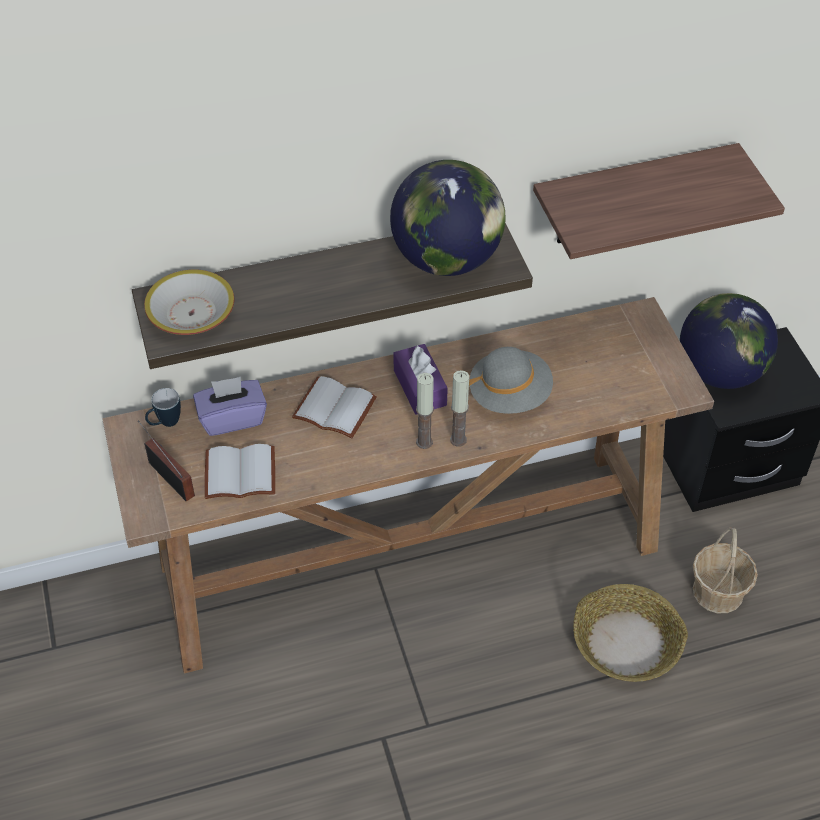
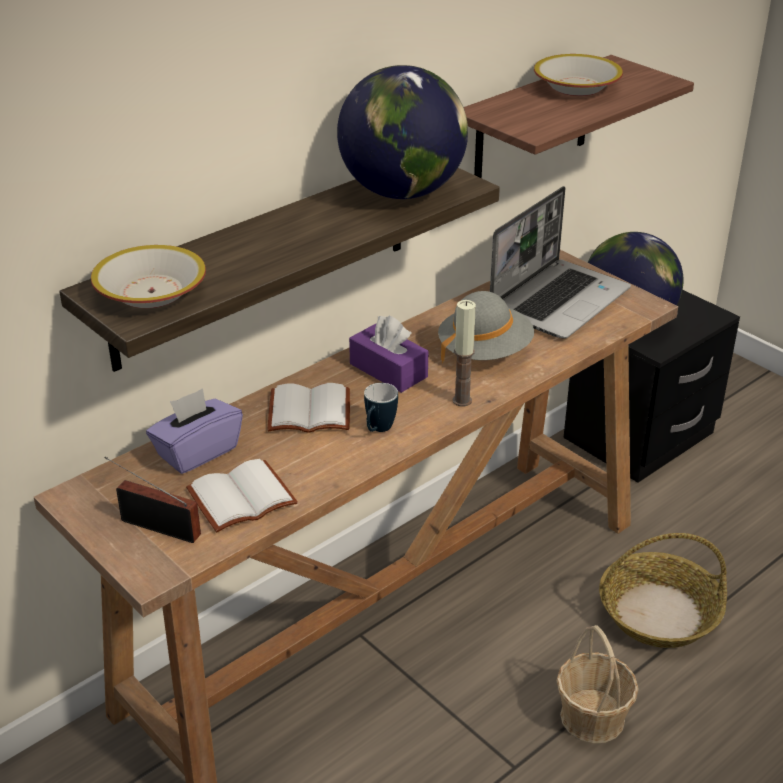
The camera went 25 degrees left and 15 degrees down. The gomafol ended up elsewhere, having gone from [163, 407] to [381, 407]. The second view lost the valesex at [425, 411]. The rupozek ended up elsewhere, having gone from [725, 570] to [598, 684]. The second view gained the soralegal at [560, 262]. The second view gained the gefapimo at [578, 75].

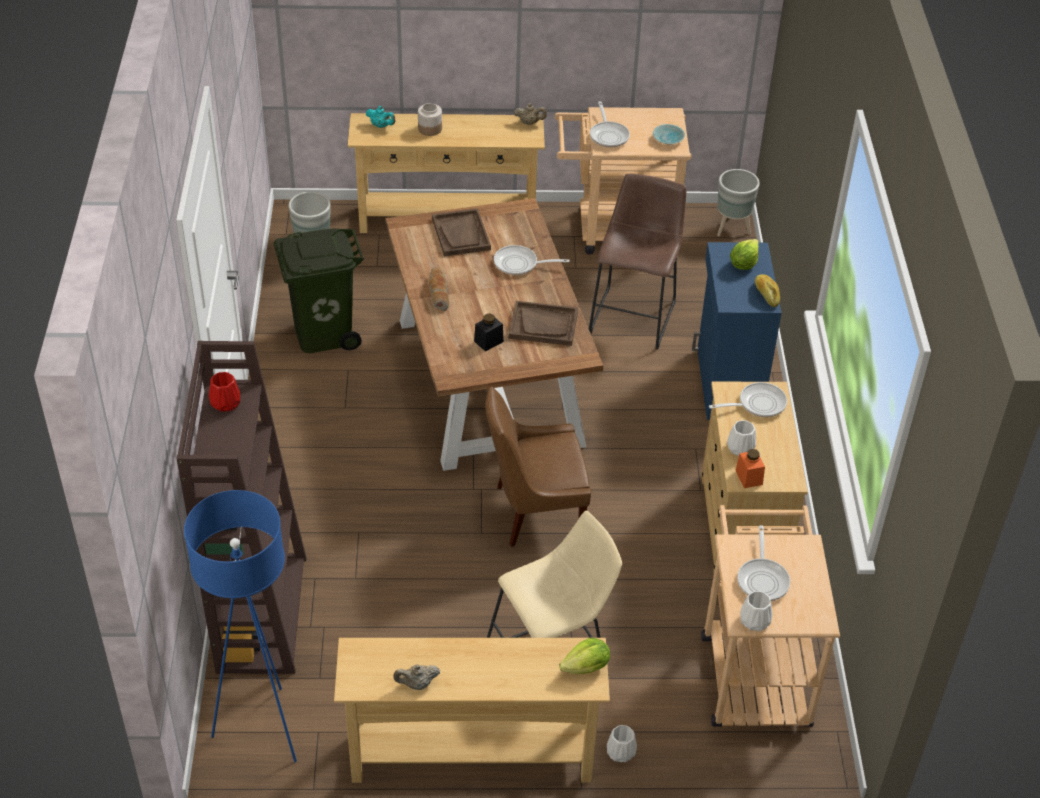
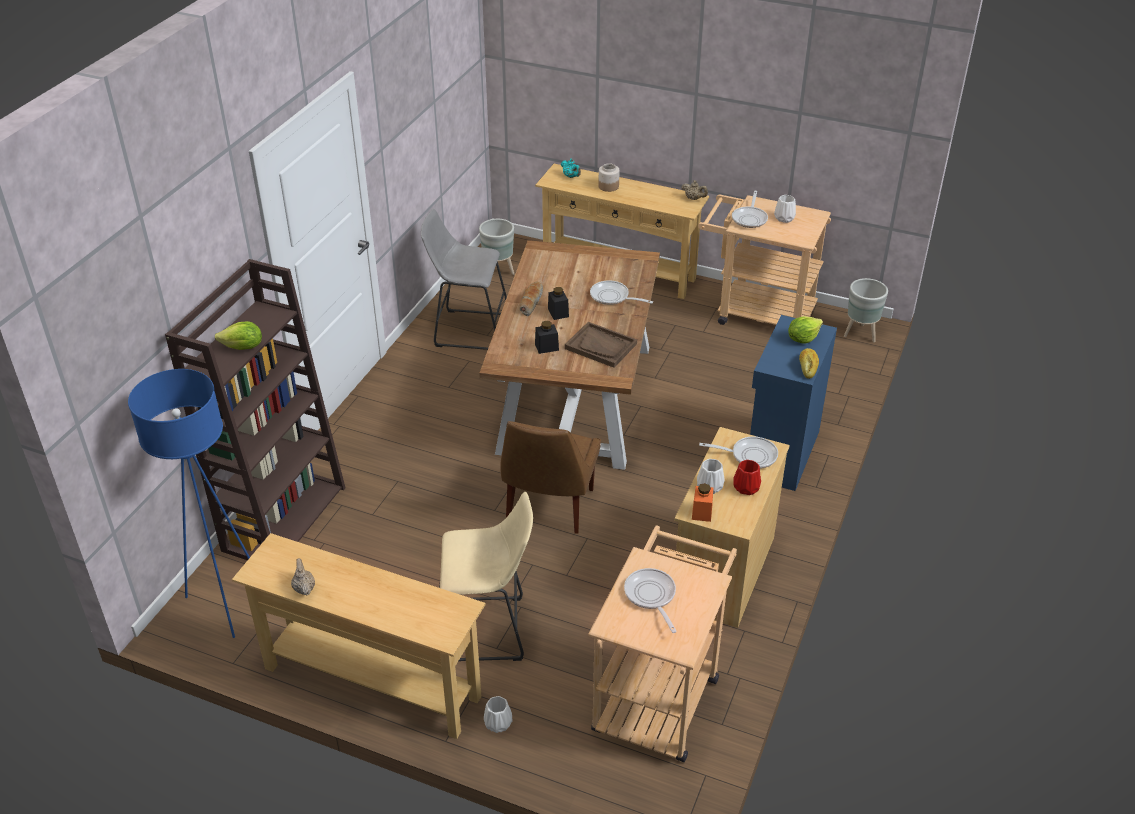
The camera went 25 degrees right and 5 degrees down. The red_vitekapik ended up elsewhere, having gone from [224, 392] to [747, 477]. Where the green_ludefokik stood at [319, 290], the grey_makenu came to stand at [464, 279]. The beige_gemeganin at [416, 677] ended up facing another way, 60 degrees clockwise from before. The second view lost the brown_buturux at [461, 232]. The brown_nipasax at [538, 467] ended up facing another way, 90 degrees counterclockwise from before. The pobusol ended up elsewhere, having gone from [584, 656] to [238, 335]. The second view lost the brown_makenu at [637, 261]. The second view lost the turquoise_gefapimo at [669, 134]. The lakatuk at [763, 563] ended up facing another way, 135 degrees clockwise from before. The white_vitekapik ended up elsewhere, having gone from [756, 611] to [785, 209]. The second view gained the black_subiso at [558, 303].

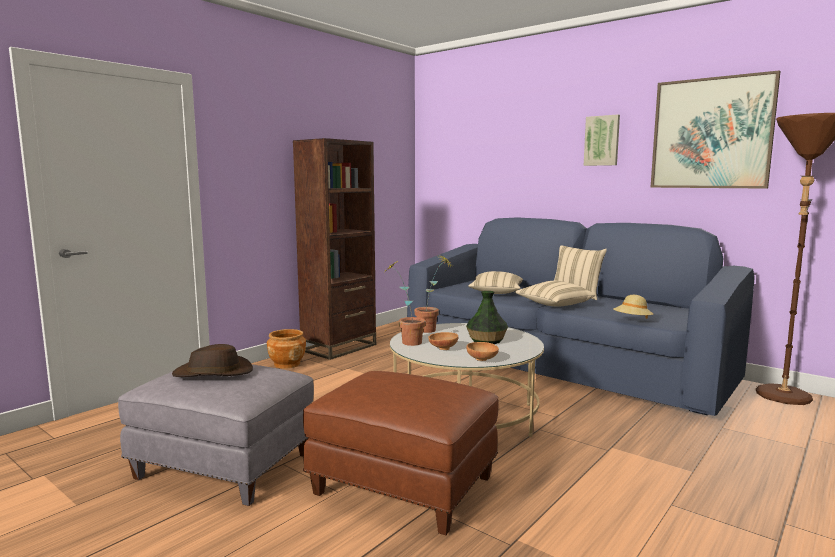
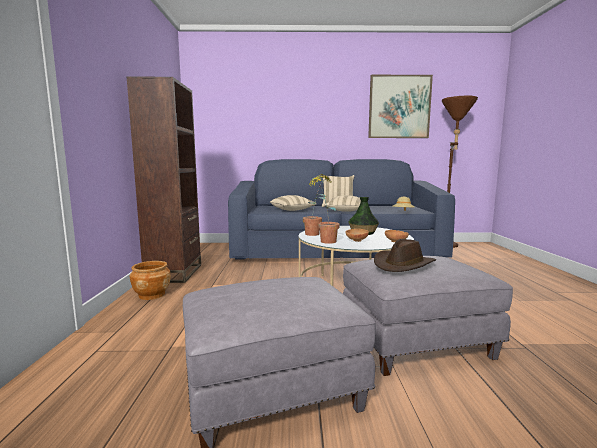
The camera went 40 degrees left and 0 degrees up. The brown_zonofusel ended up elsewhere, having gone from [212, 360] to [405, 255]. What was the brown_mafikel at [401, 453] turned into the grey_mafikel at [428, 316]. The second view lost the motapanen at [602, 140].

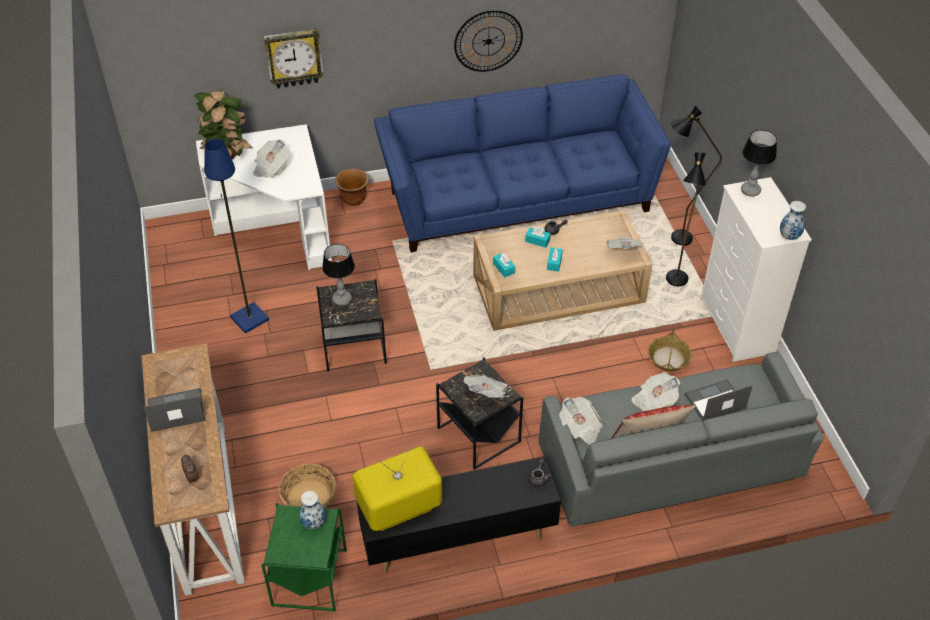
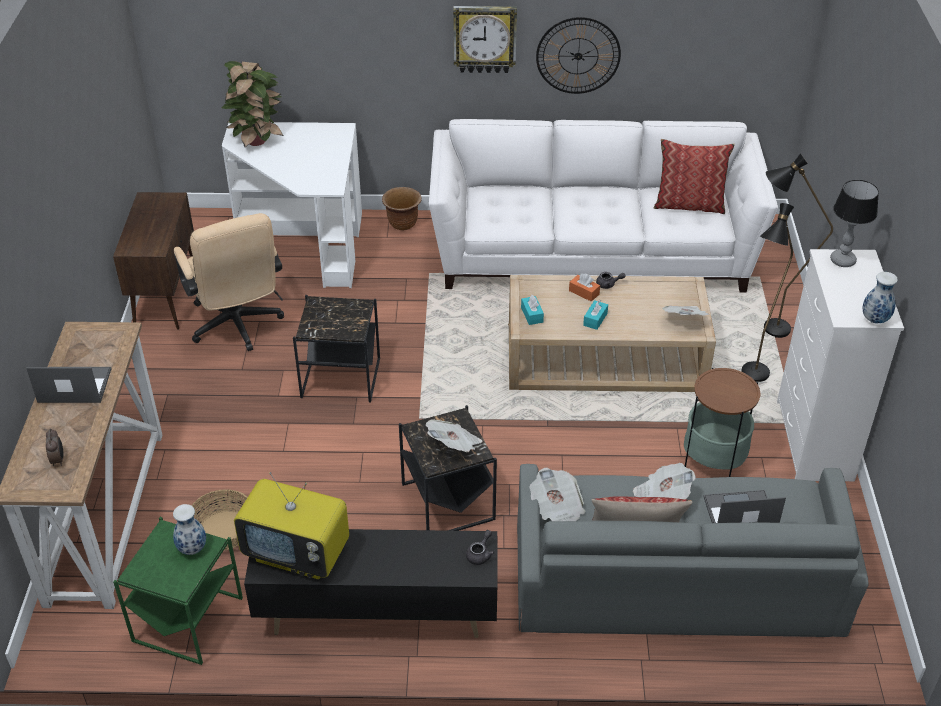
The camera went 15 degrees right and 5 degrees down. Where the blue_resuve stood at [236, 236], the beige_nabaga came to stand at [229, 282]. The second view lost the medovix at [271, 158]. The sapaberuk ended up elsewhere, having gone from [294, 58] to [485, 39]. The second view lost the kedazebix at [338, 275]. The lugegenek at [397, 488] ended up facing another way, 150 degrees counterclockwise from before. What was the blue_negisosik at [522, 163] turned into the white_negisosik at [603, 206]. What was the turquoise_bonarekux at [538, 237] turned into the orange_bonarekux at [584, 287]. Where the rupozek stood at [670, 349], the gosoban came to stand at [722, 422]. The second view gained the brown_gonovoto at [153, 261]. The second view gained the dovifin at [694, 176].

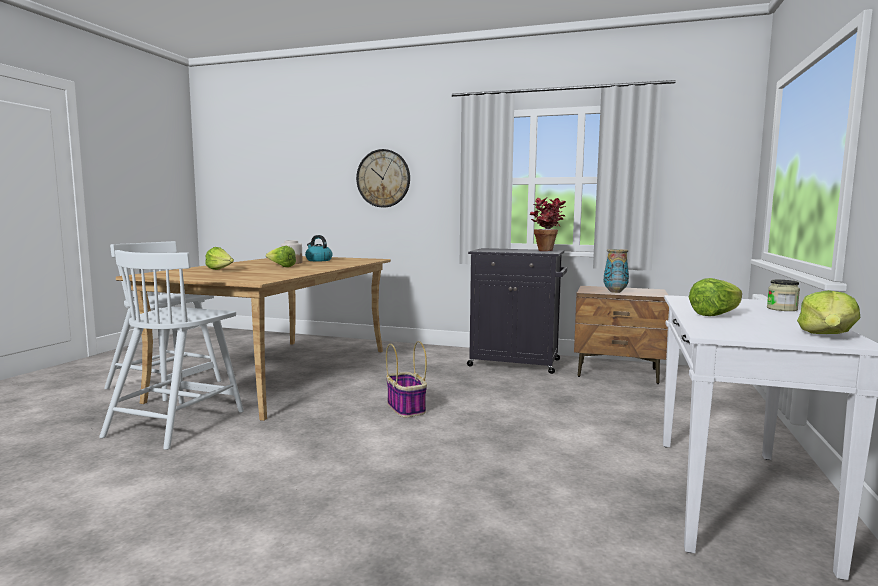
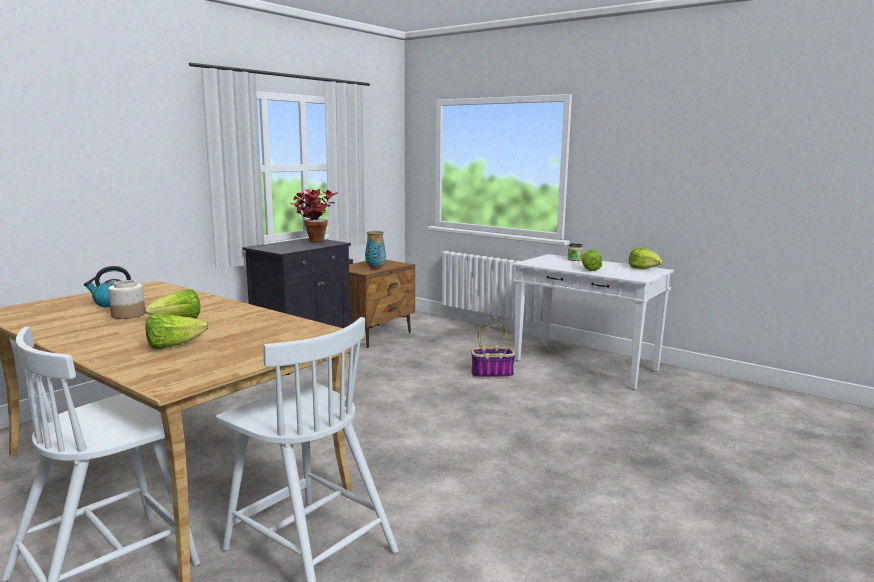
The camera went 70 degrees left and 5 degrees up. The second view lost the sapaberuk at [383, 178]. The rupozek ended up elsewhere, having gone from [406, 379] to [493, 348].

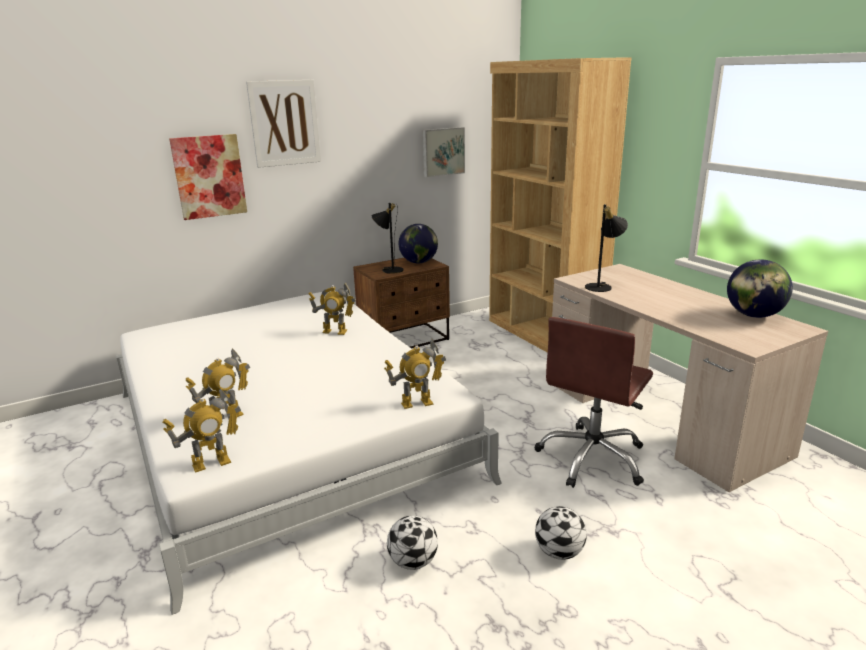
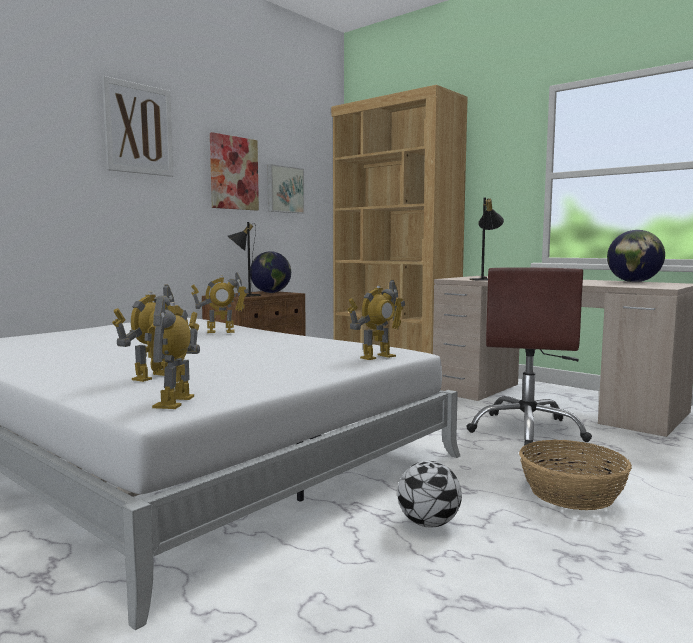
The camera went 20 degrees left and 15 degrees down. The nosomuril at [202, 431] ended up facing another way, 150 degrees clockwise from before. The motapanen ended up elsewhere, having gone from [208, 177] to [234, 171]. Where the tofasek stood at [561, 533], the rupozek came to stand at [575, 475].

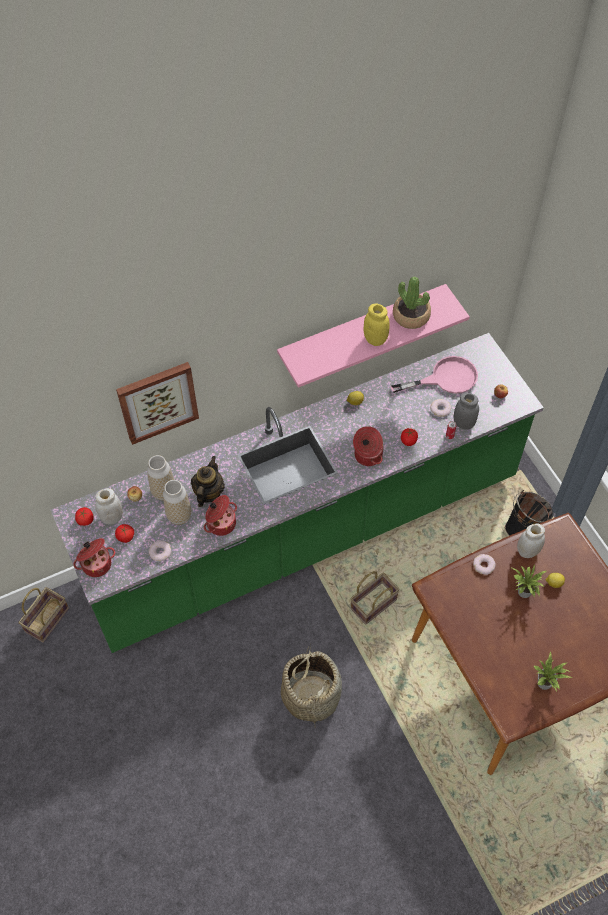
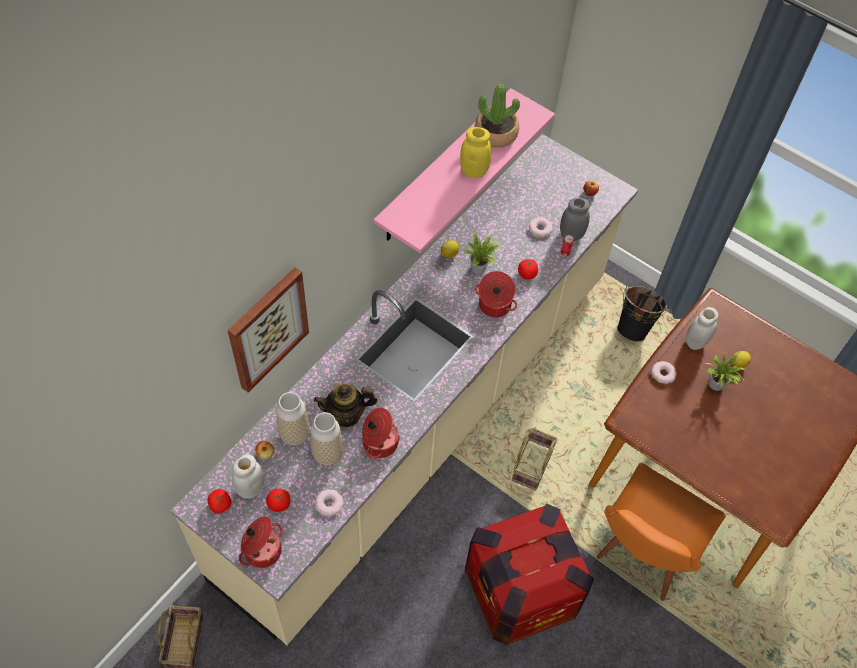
The camera went 30 degrees left and 0 degrees up. What was the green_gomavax at [297, 493] turned into the beige_gomavax at [404, 389]. The gemeganin at [208, 481] ended up facing another way, 90 degrees counterclockwise from before. Where the rupozek stood at [311, 686], the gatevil came to stand at [529, 574]. The second view lost the pink_lakatuk at [434, 375]. The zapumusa ended up elsewhere, having gone from [552, 671] to [483, 252]. The second view gained the orange_nipasax at [661, 531].

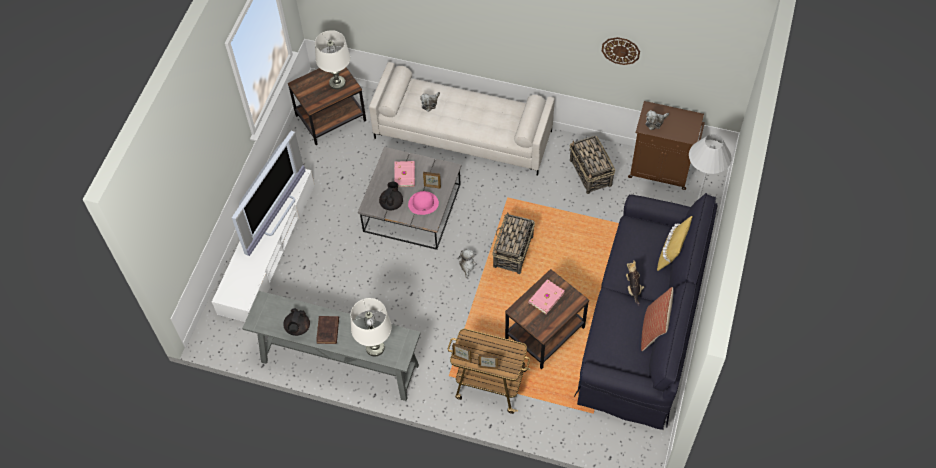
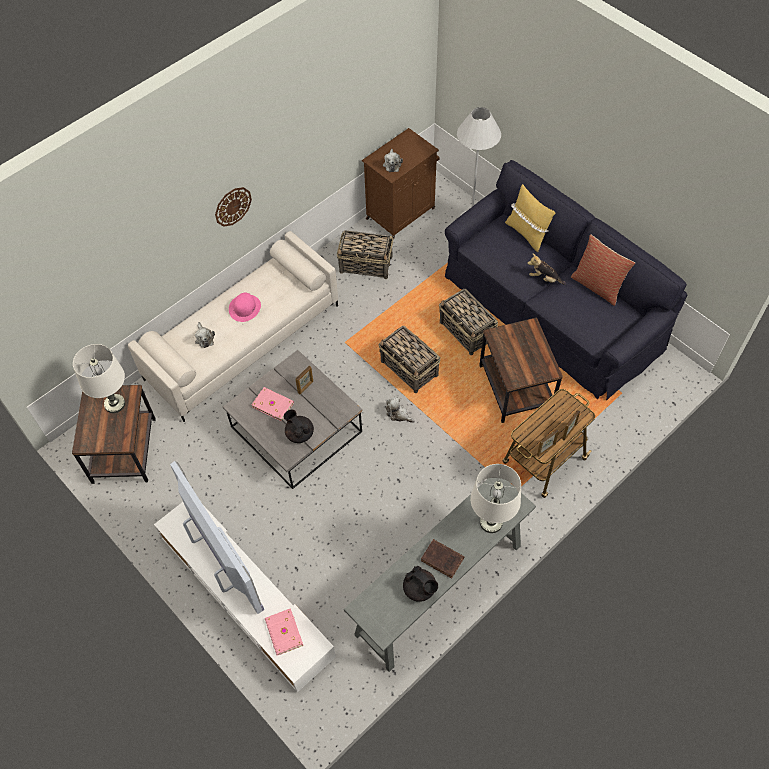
The camera went 60 degrees left and 0 degrees up. The pink_zonofusel ended up elsewhere, having gone from [423, 203] to [245, 307]. The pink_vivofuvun ended up elsewhere, having gone from [546, 296] to [284, 632]. The sapaberuk ended up elsewhere, having gone from [621, 51] to [233, 207]. The second view gained the rupozek at [468, 322].

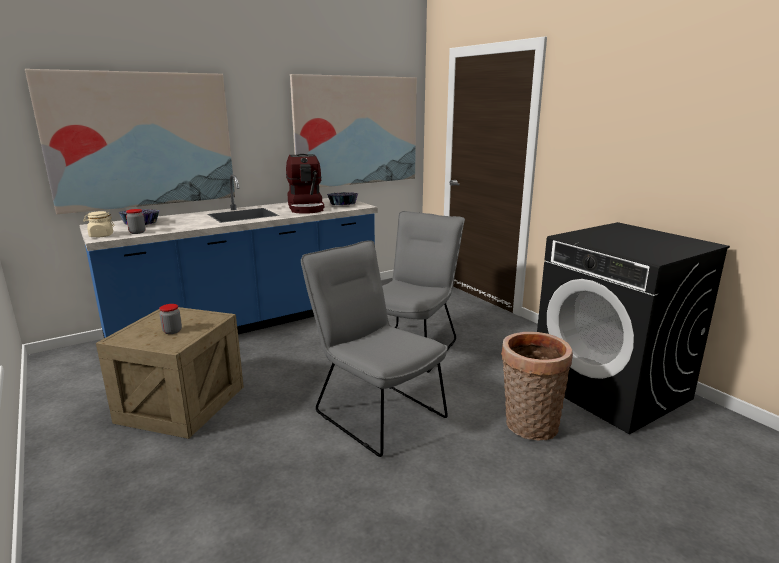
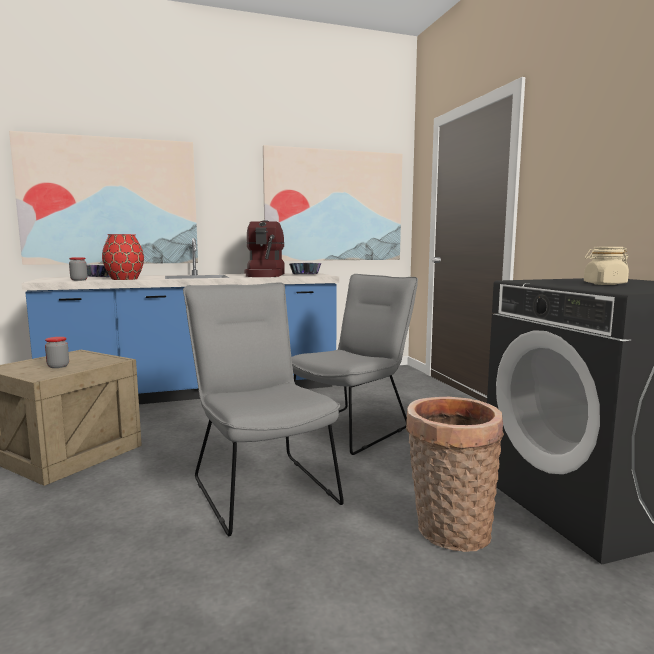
The camera went 15 degrees right and 10 degrees down. The beige_subiso ended up elsewhere, having gone from [98, 224] to [606, 266]. The second view gained the red_vitekapik at [123, 257].

